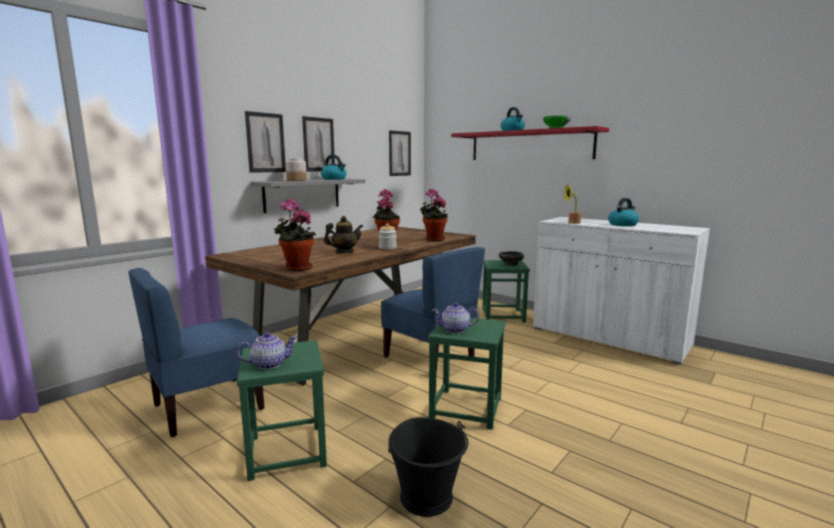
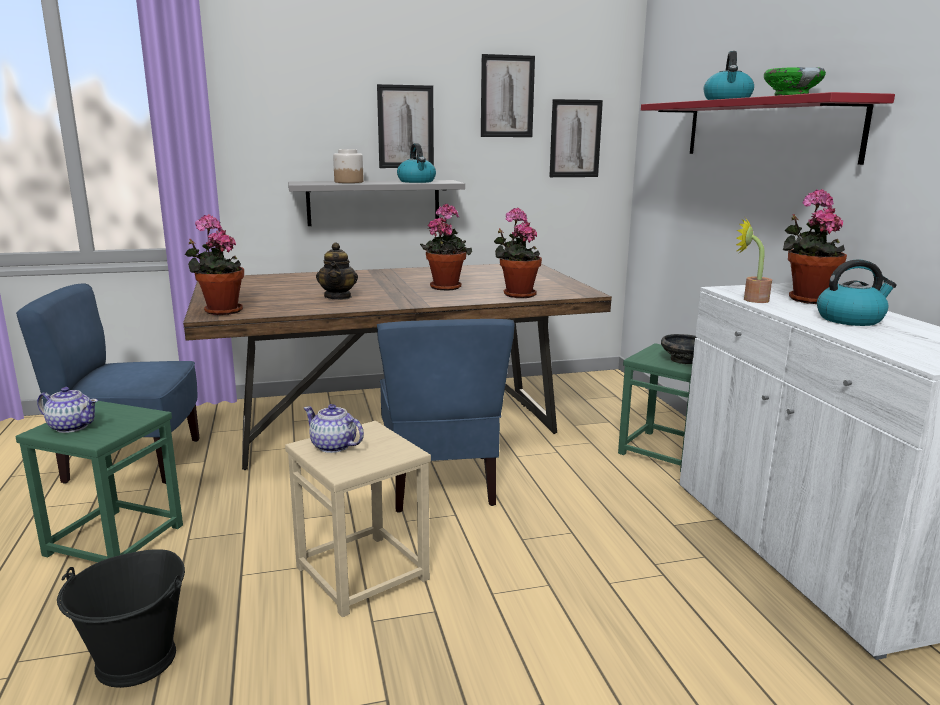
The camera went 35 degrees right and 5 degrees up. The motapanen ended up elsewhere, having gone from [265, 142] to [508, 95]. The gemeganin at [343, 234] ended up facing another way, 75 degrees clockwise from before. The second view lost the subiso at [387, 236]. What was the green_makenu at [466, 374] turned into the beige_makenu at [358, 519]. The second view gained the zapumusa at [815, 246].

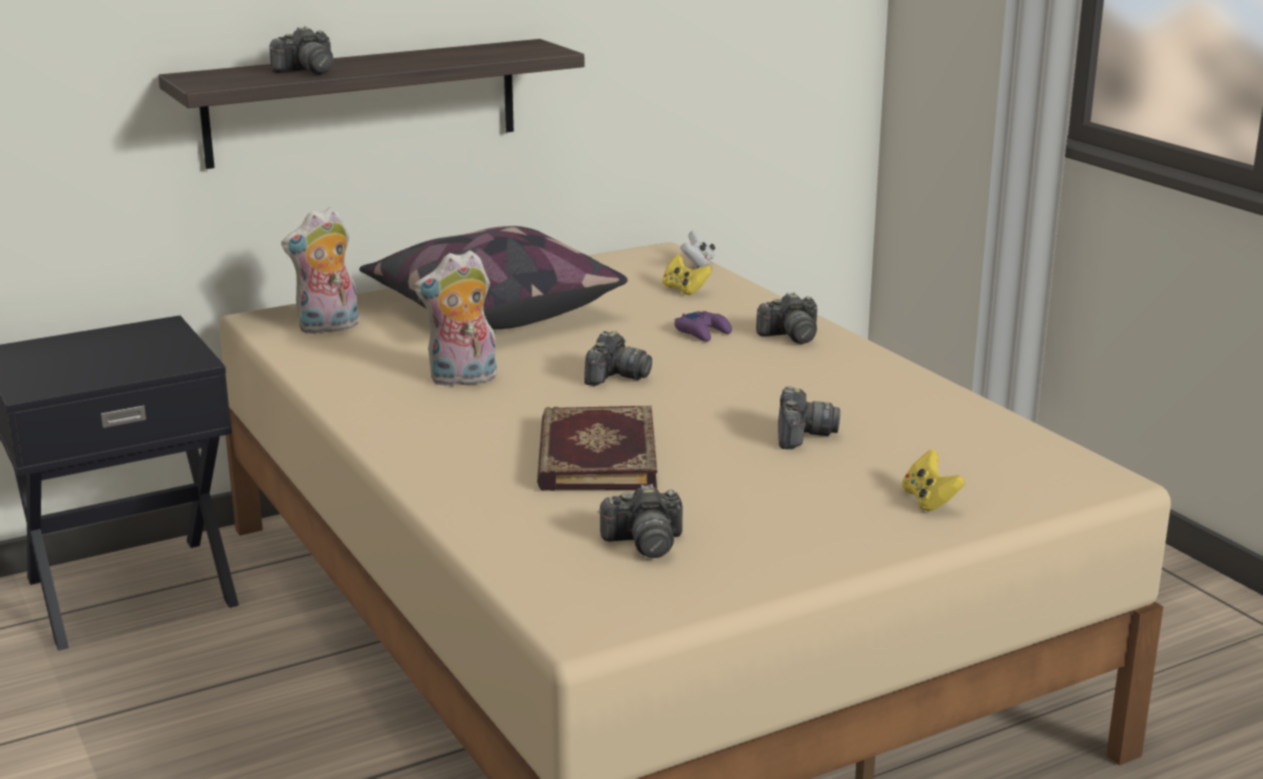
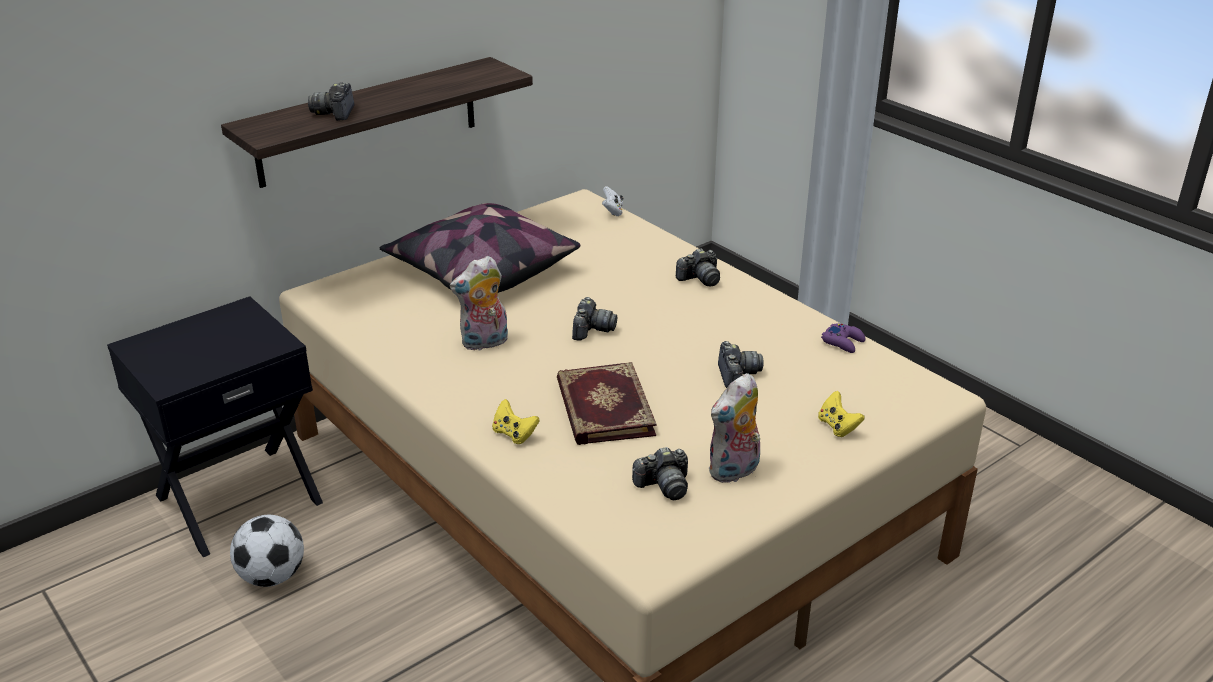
The camera went 10 degrees left and 10 degrees up. The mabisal at [301, 50] ended up facing another way, 135 degrees clockwise from before. The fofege ended up elsewhere, having gone from [320, 271] to [734, 428]. The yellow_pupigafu ended up elsewhere, having gone from [687, 274] to [515, 421]. The purple_pupigafu ended up elsewhere, having gone from [703, 326] to [843, 338]. The second view gained the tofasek at [267, 551].

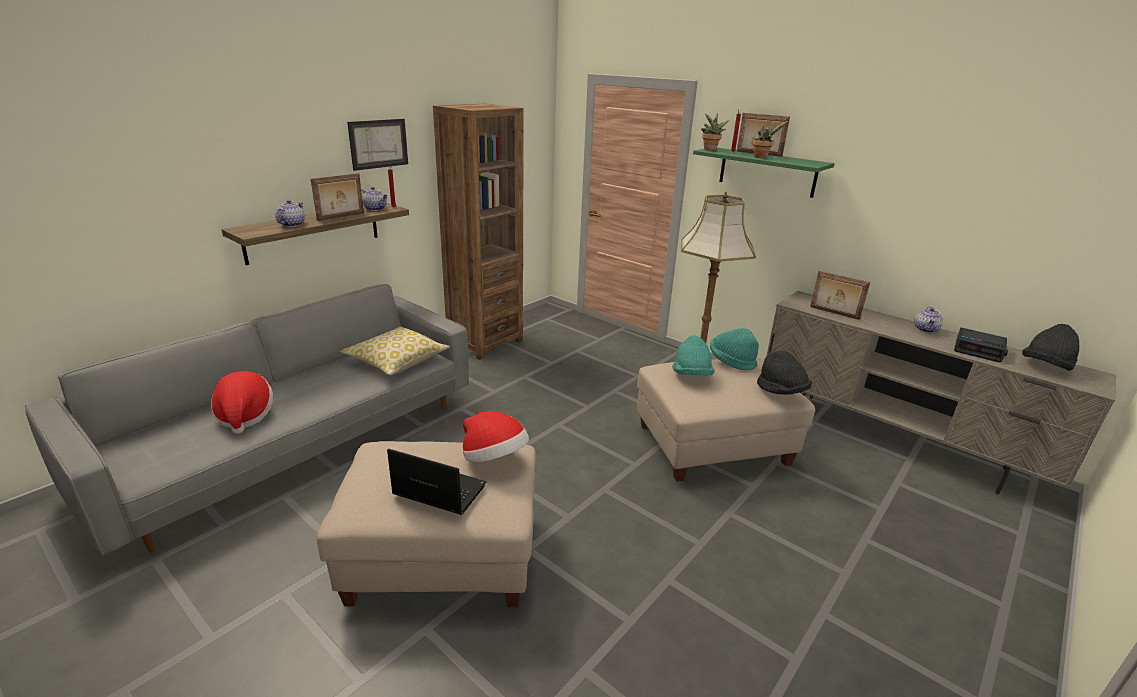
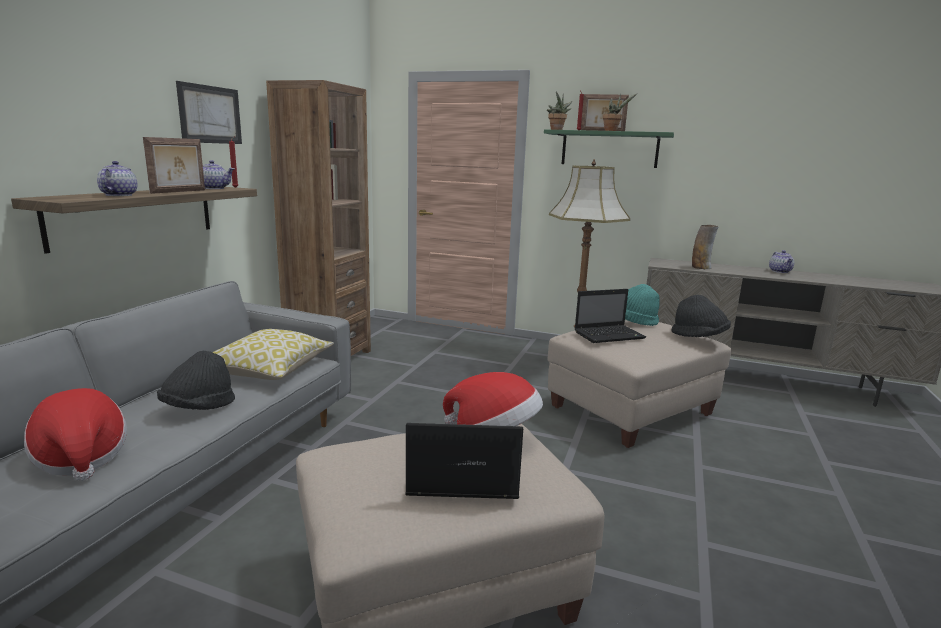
The camera went 20 degrees left and 10 degrees down. Where the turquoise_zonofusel stood at [693, 355], the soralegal came to stand at [610, 316]. Where the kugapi stood at [840, 295], the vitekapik came to stand at [705, 247]. The second view lost the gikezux at [981, 345]. The black_zonofusel ended up elsewhere, having gone from [1050, 347] to [196, 380].

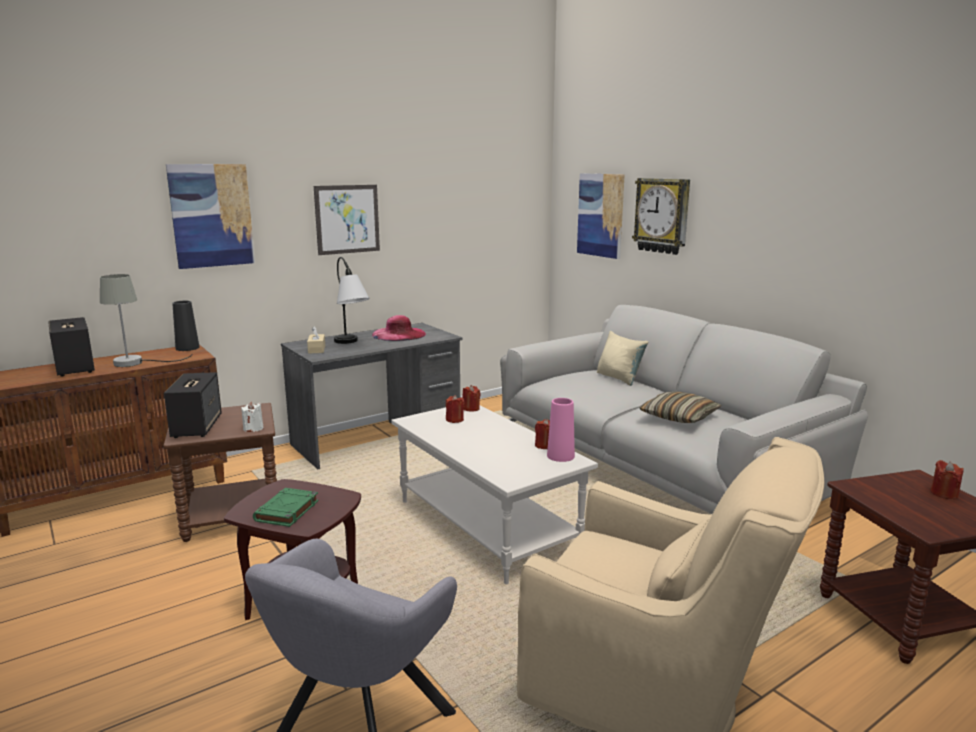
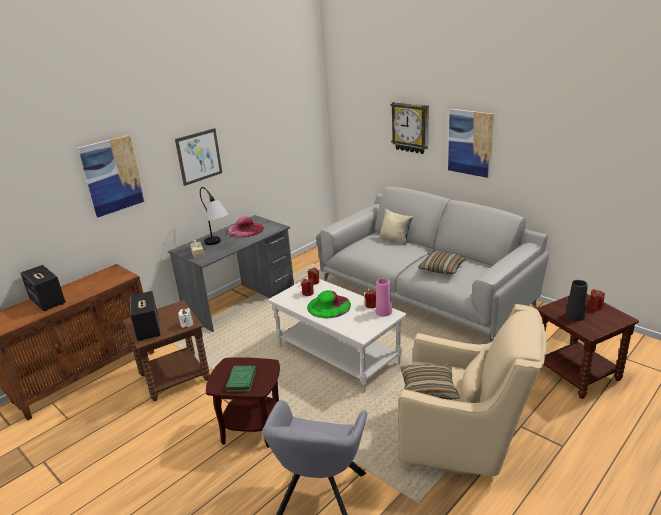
The camera went 10 degrees left and 10 degrees up. The second view lost the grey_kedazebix at [146, 320]. The black_vitekapik ended up elsewhere, having gone from [185, 326] to [576, 300]. The motapanen ended up elsewhere, having gone from [601, 216] to [471, 143]. The second view gained the green_zonofusel at [329, 304]. The second view gained the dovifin at [430, 382].

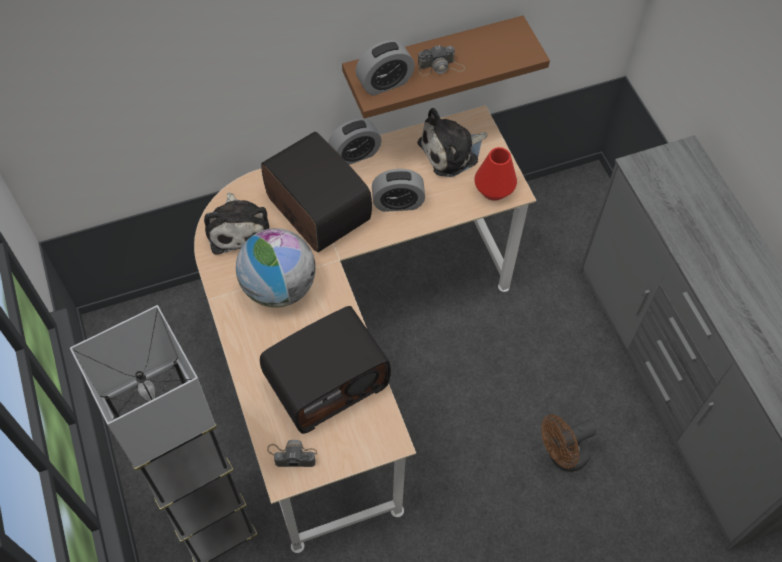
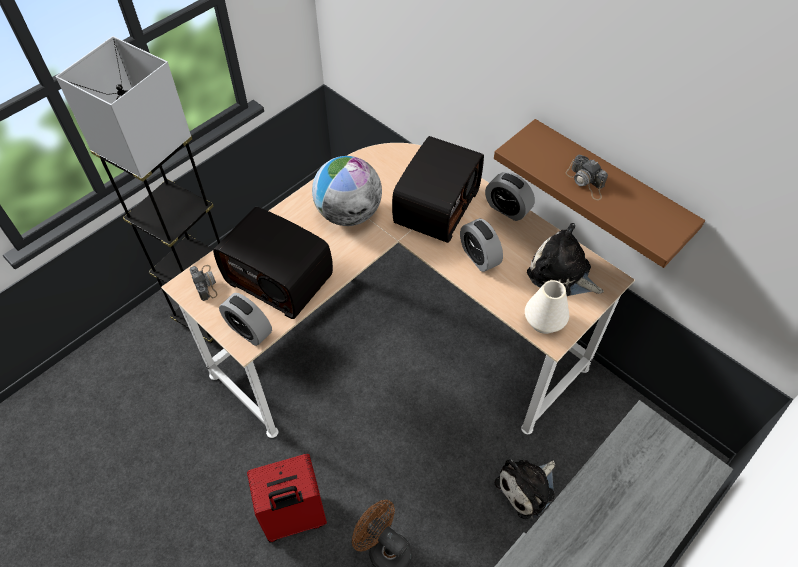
The camera went 65 degrees right and 5 degrees down. The fofege ended up elsewhere, having gone from [236, 224] to [525, 489]. The gikezux ended up elsewhere, having gone from [385, 68] to [245, 319]. What was the red_vitekapik at [495, 174] turned into the white_vitekapik at [547, 307]. The second view gained the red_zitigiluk at [287, 498].

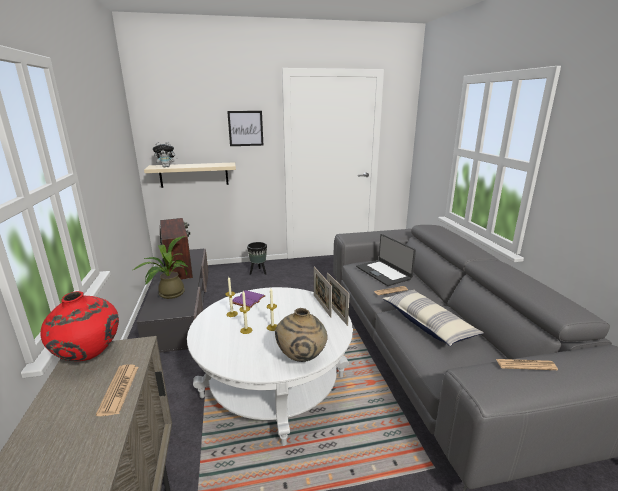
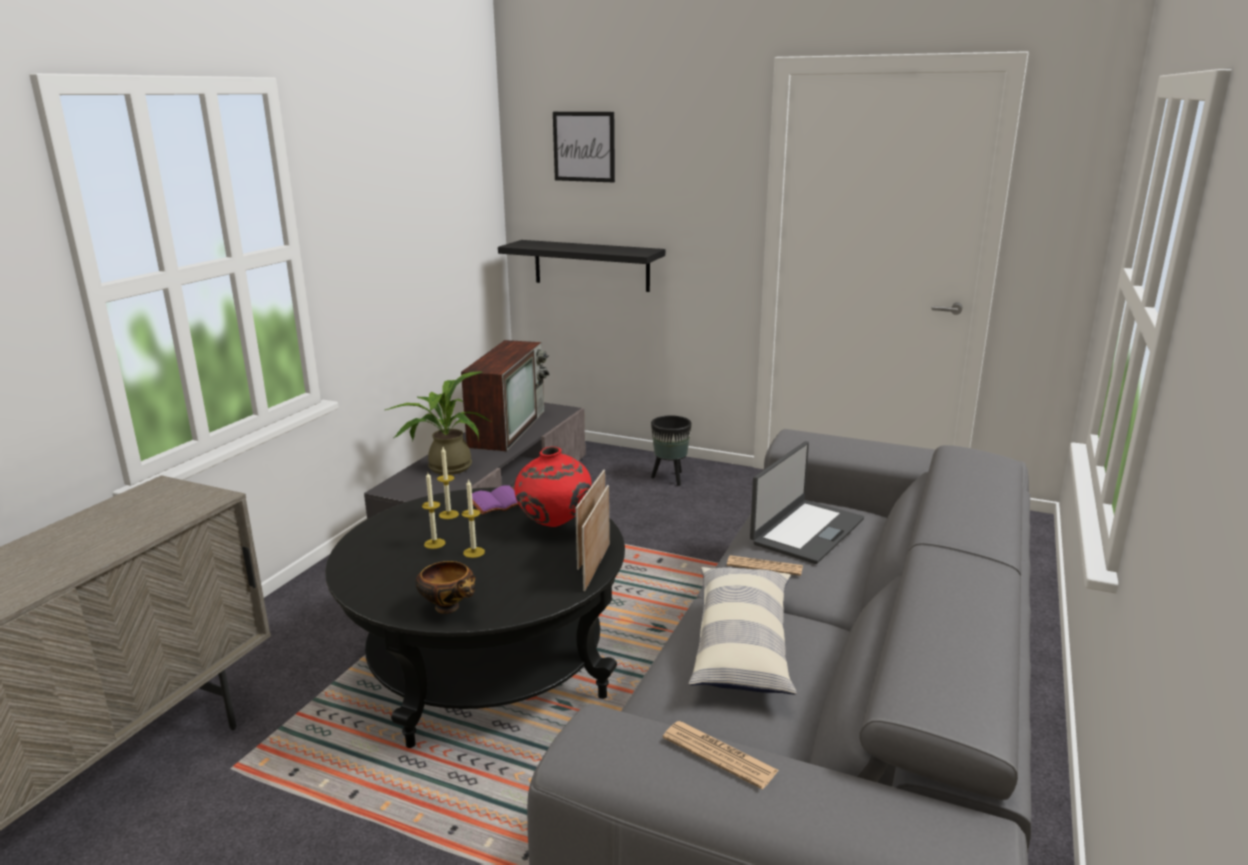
The camera went 35 degrees right and 0 degrees up. The red_vitekapik ended up elsewhere, having gone from [79, 326] to [553, 487]. The second view lost the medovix at [117, 390]. What was the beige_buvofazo at [190, 175] turned into the black_buvofazo at [581, 266]. The second view lost the fofege at [165, 154]. What was the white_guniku at [270, 366] turned into the black_guniku at [475, 617]. The motapanen ended up elsewhere, having gone from [245, 128] to [584, 147]. Where the beige_vitekapik stood at [301, 335], the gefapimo came to stand at [445, 587]. The soralegal at [386, 260] ended up facing another way, 150 degrees counterclockwise from before.

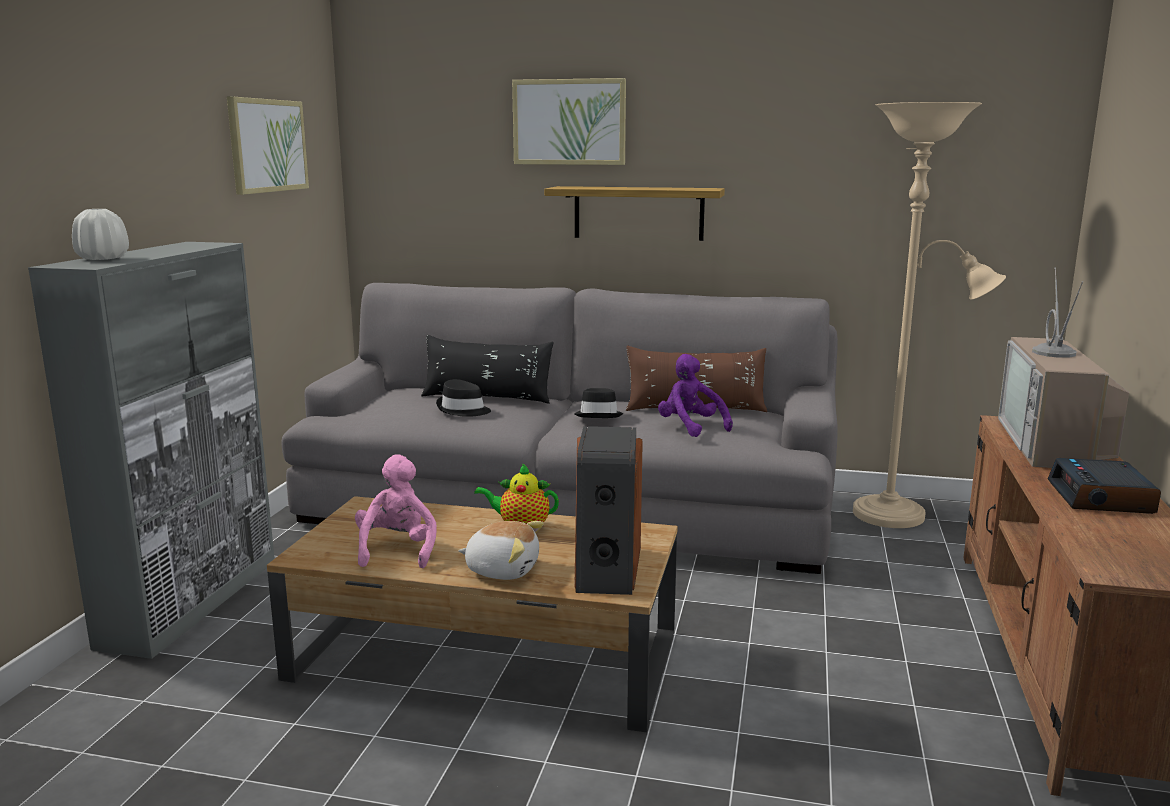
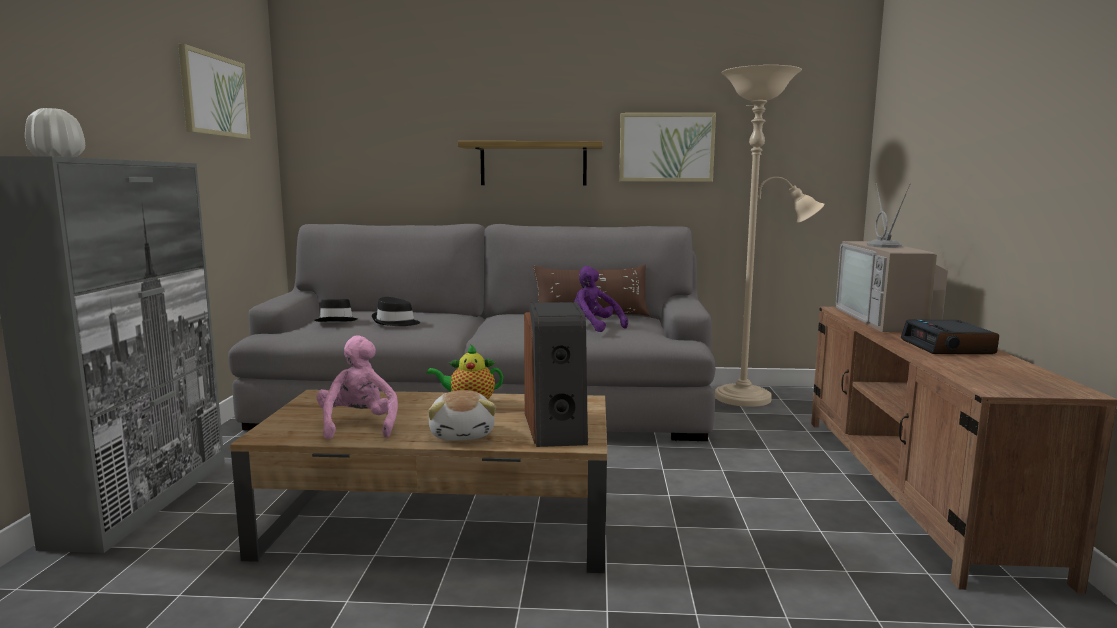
The camera went 10 degrees left and 5 degrees down. The second view lost the black_dovifin at [487, 369]. The fofege at [501, 550] ended up facing another way, 75 degrees clockwise from before. The motapanen ended up elsewhere, having gone from [569, 121] to [667, 147]. The black_zonofusel ended up elsewhere, having gone from [598, 403] to [336, 310].

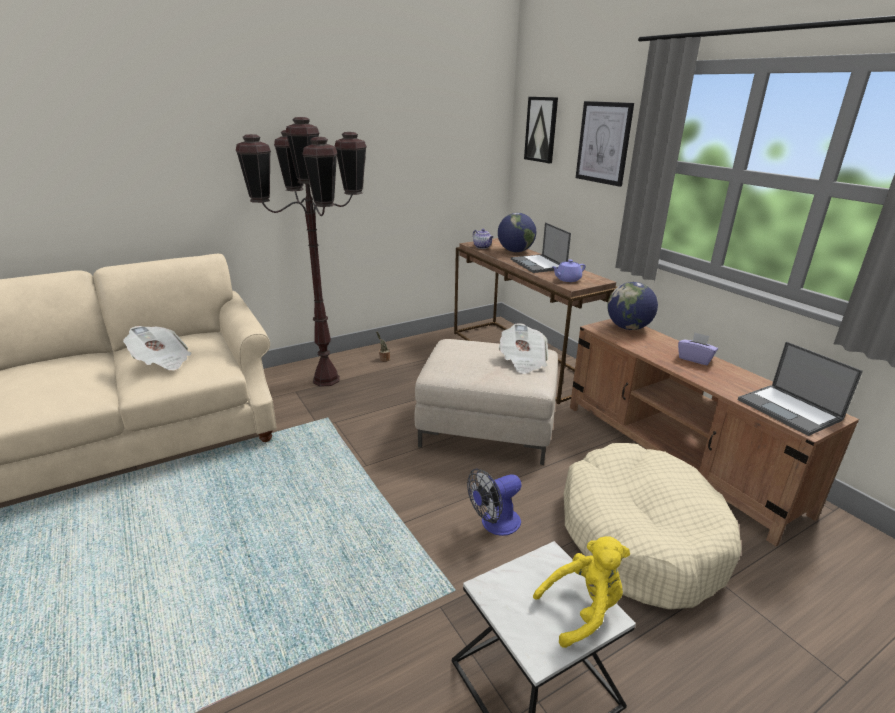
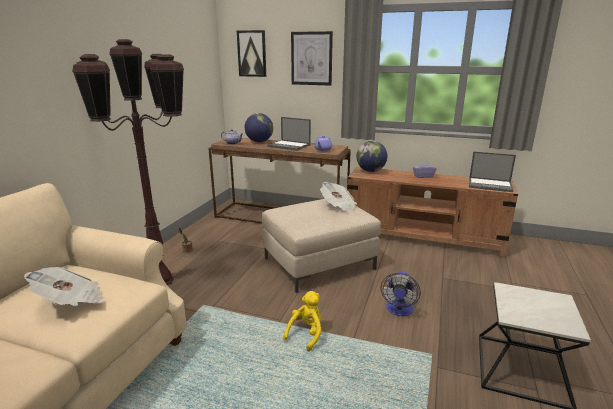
The camera went 40 degrees left and 5 degrees down. The yellow_fofege ended up elsewhere, having gone from [581, 592] to [302, 321]. The second view lost the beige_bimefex at [653, 526].

